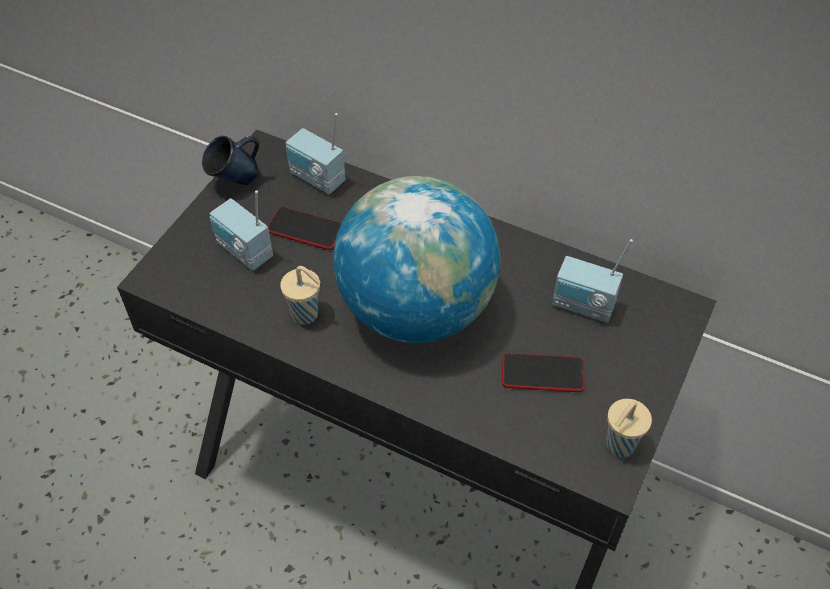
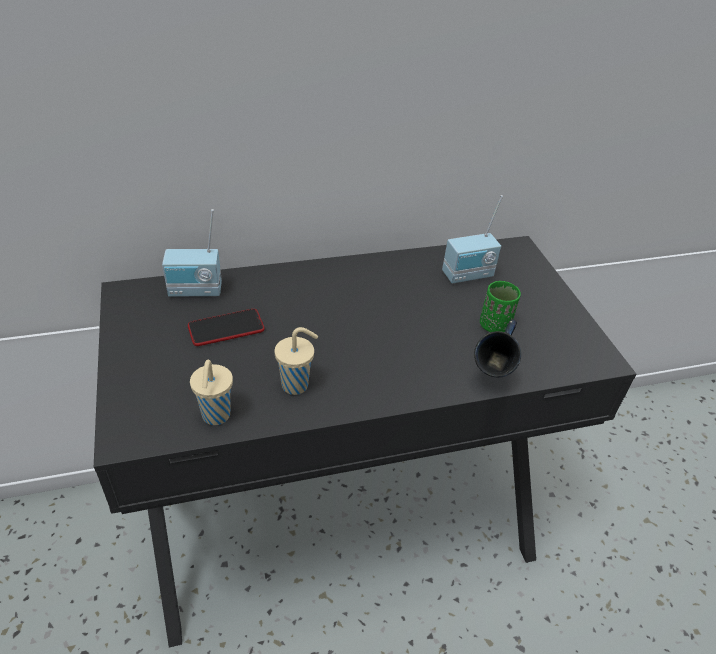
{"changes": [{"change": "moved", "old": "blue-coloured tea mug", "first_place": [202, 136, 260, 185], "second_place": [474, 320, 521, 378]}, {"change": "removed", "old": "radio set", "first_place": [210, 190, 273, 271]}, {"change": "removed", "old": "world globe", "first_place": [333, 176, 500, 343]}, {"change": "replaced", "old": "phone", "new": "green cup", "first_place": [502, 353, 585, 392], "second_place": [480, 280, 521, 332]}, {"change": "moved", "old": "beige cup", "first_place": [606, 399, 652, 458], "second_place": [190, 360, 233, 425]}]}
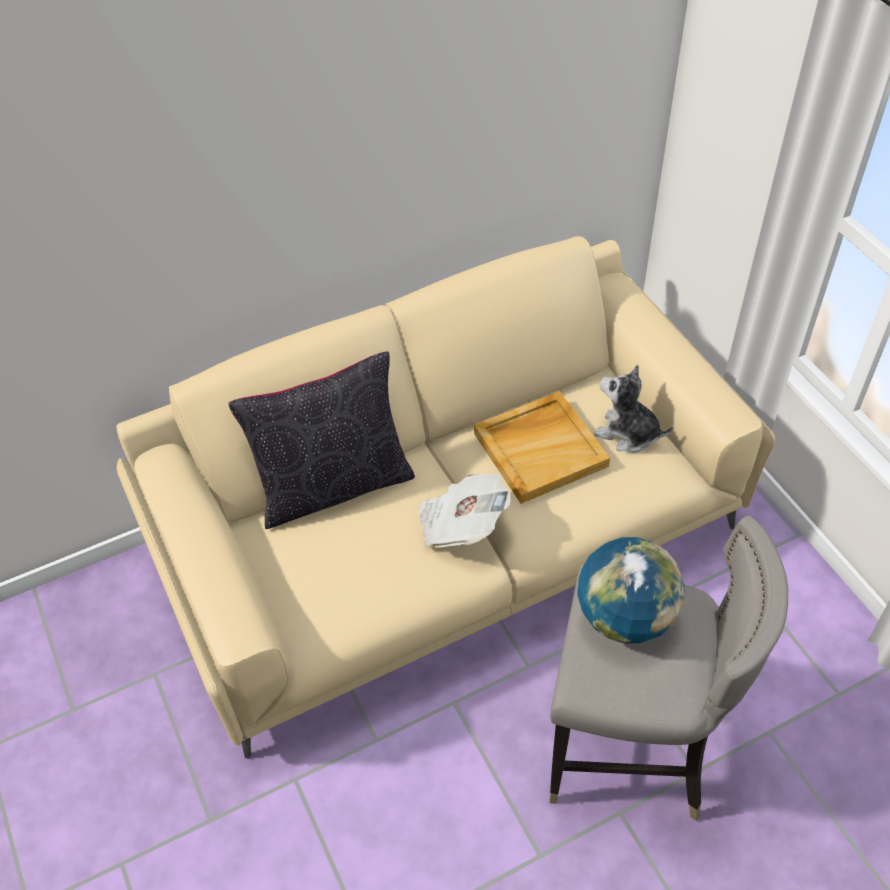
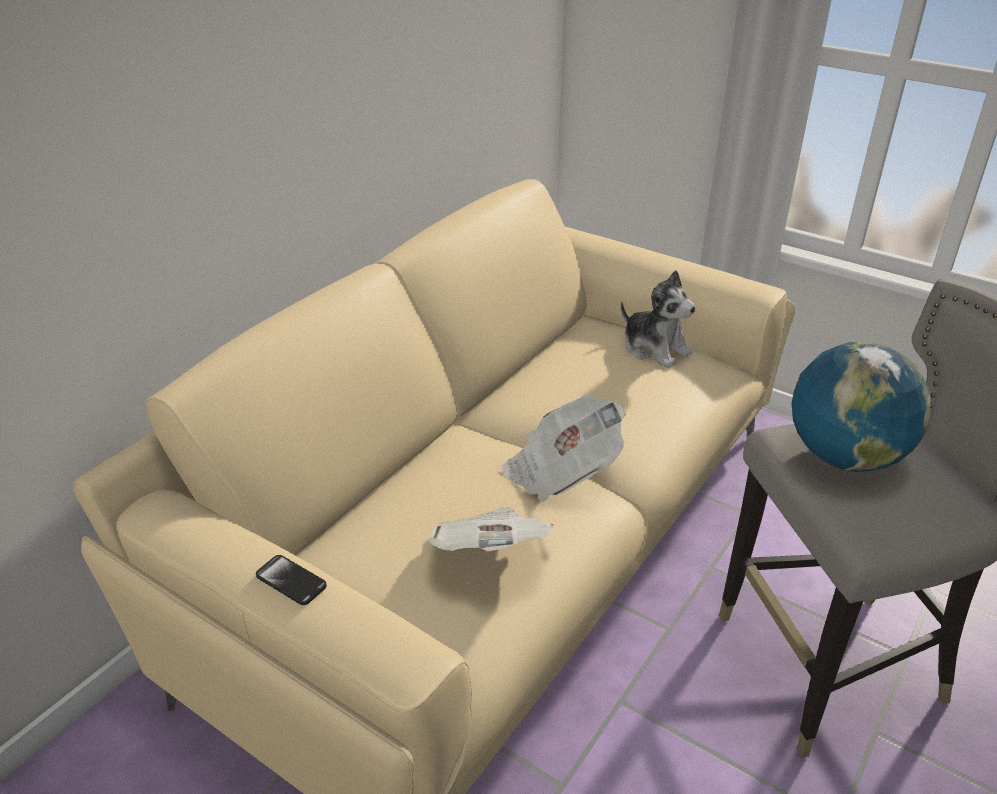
{"changes": [{"change": "removed", "old": "black pillow", "first_place": [228, 351, 415, 529]}, {"change": "removed", "old": "beige carrying tray", "first_place": [474, 391, 610, 504]}, {"change": "turned", "old": "plush toy", "first_place": [594, 365, 673, 453], "second_place": [621, 270, 696, 368], "degrees": -135}, {"change": "added", "new": "phone", "second_place": [256, 555, 327, 605]}, {"change": "added", "new": "newspaper", "second_place": [428, 507, 555, 551]}]}
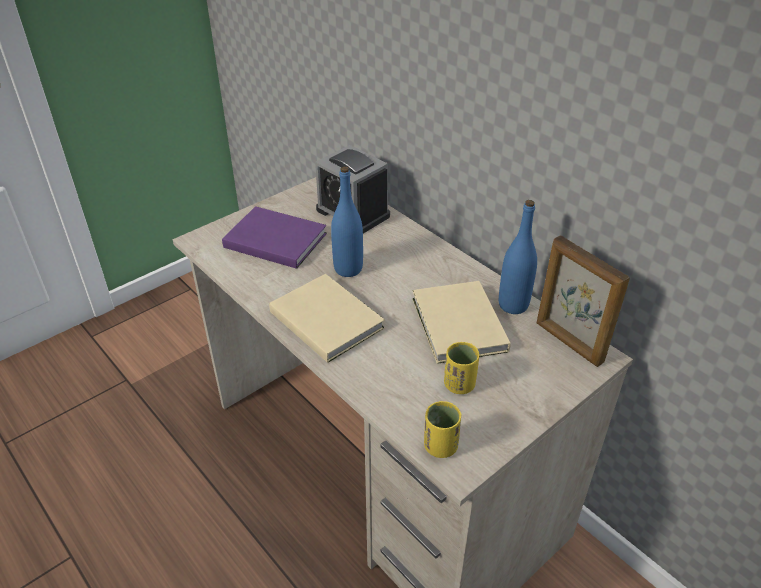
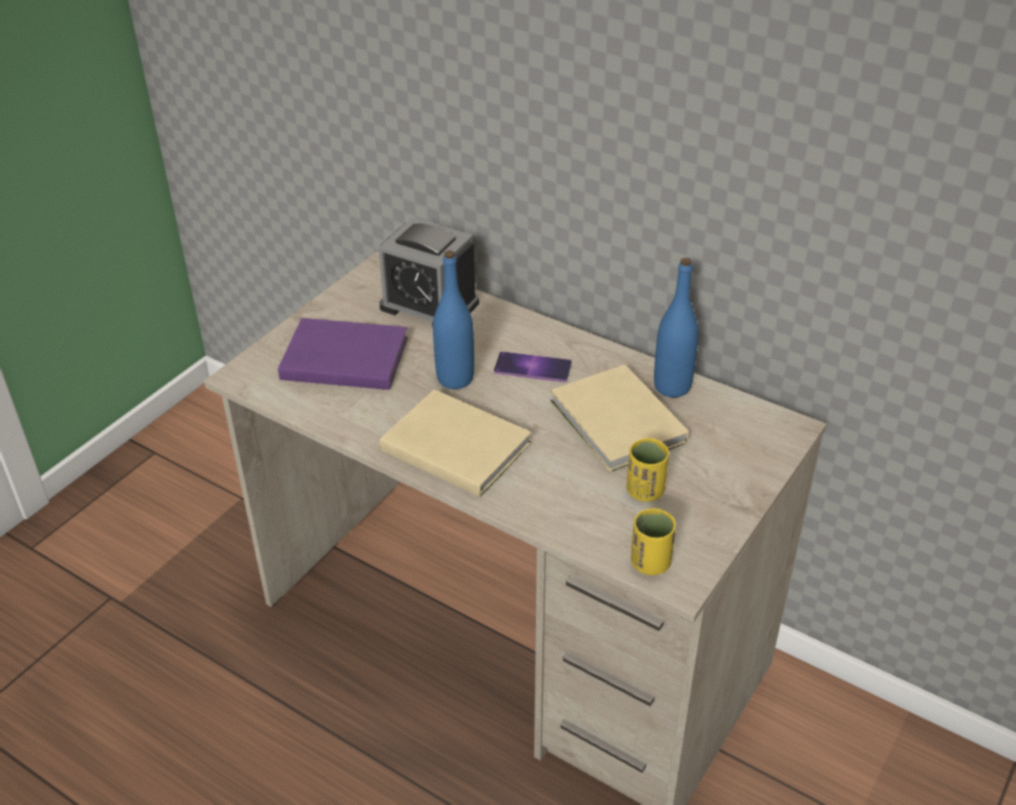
{"changes": [{"change": "removed", "old": "standing frame", "first_place": [537, 235, 630, 367]}, {"change": "added", "new": "phone", "second_place": [494, 351, 572, 382]}]}
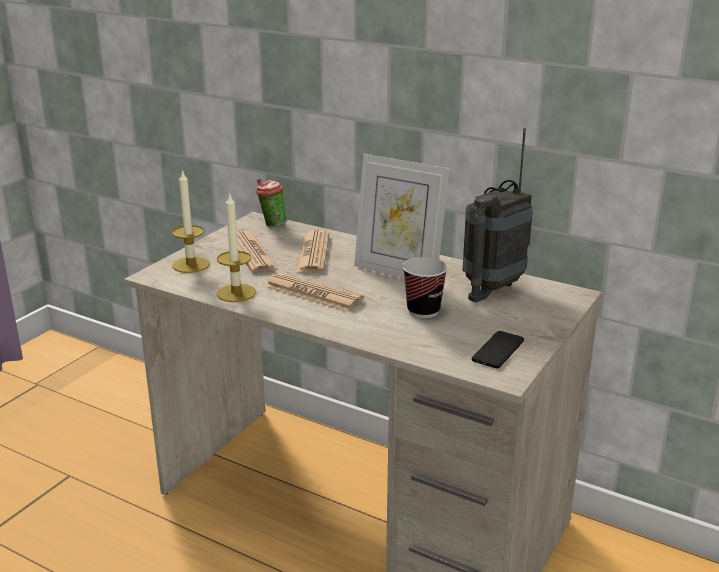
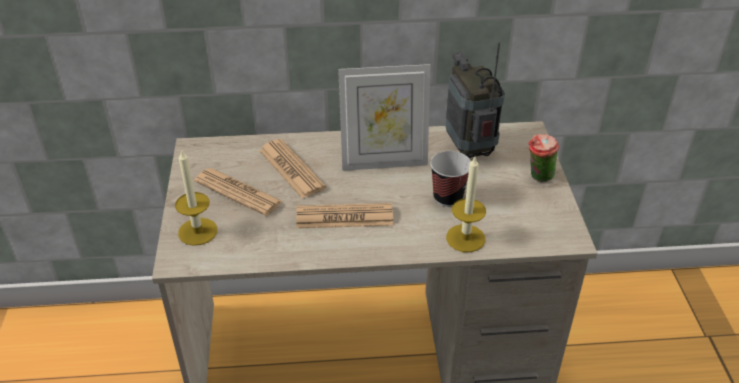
{"changes": [{"change": "moved", "old": "candle", "first_place": [217, 192, 256, 302], "second_place": [446, 157, 486, 252]}, {"change": "moved", "old": "cup", "first_place": [256, 179, 287, 227], "second_place": [528, 134, 559, 182]}, {"change": "turned", "old": "radio set", "first_place": [463, 128, 533, 302], "second_place": [446, 42, 505, 158], "degrees": 150}, {"change": "removed", "old": "phone", "first_place": [472, 331, 524, 368]}]}
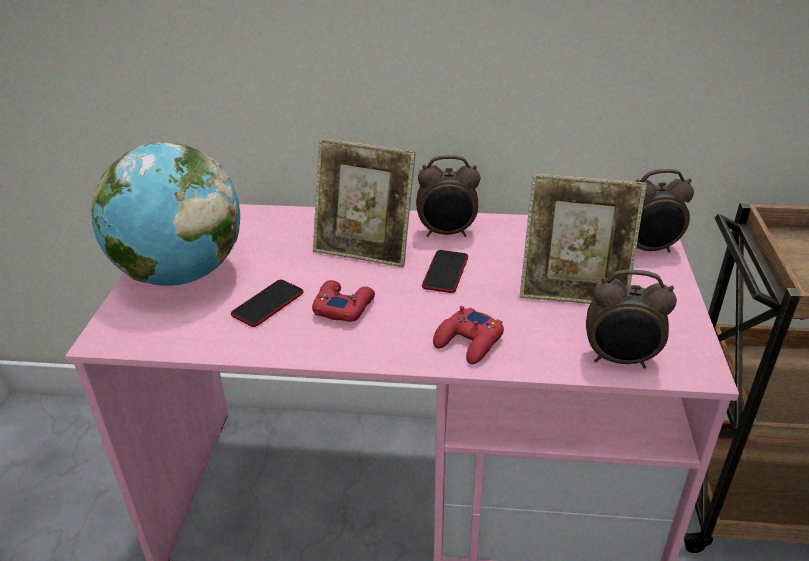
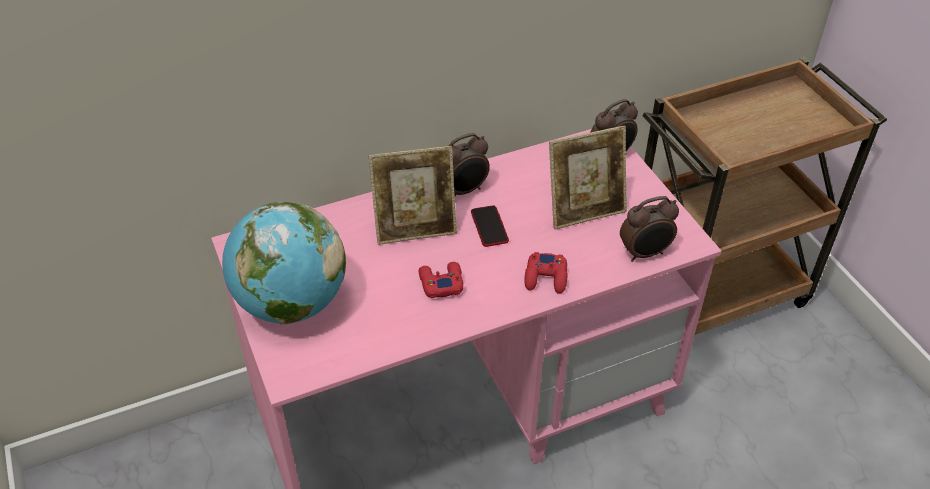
{"changes": [{"change": "removed", "old": "phone", "first_place": [231, 280, 304, 327]}]}
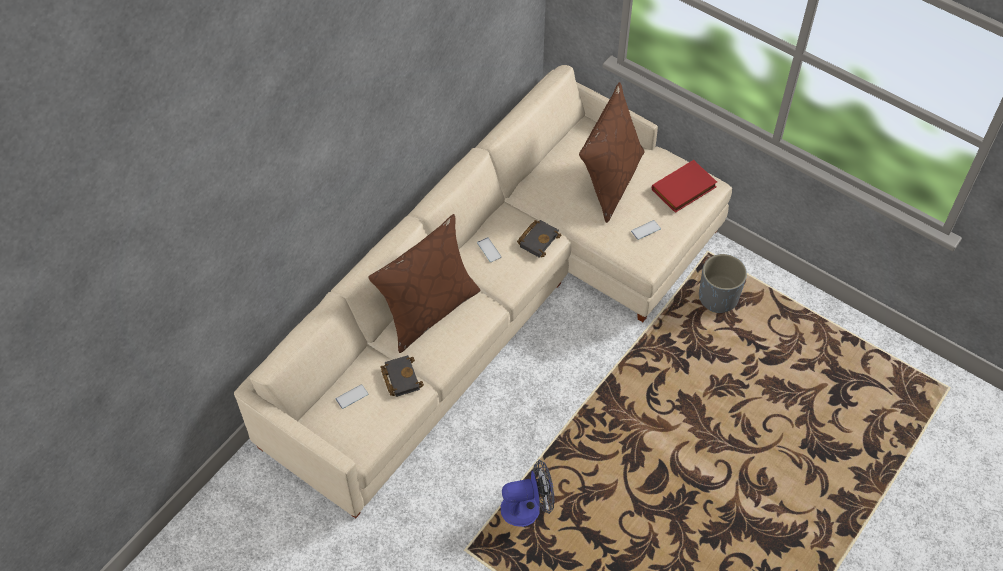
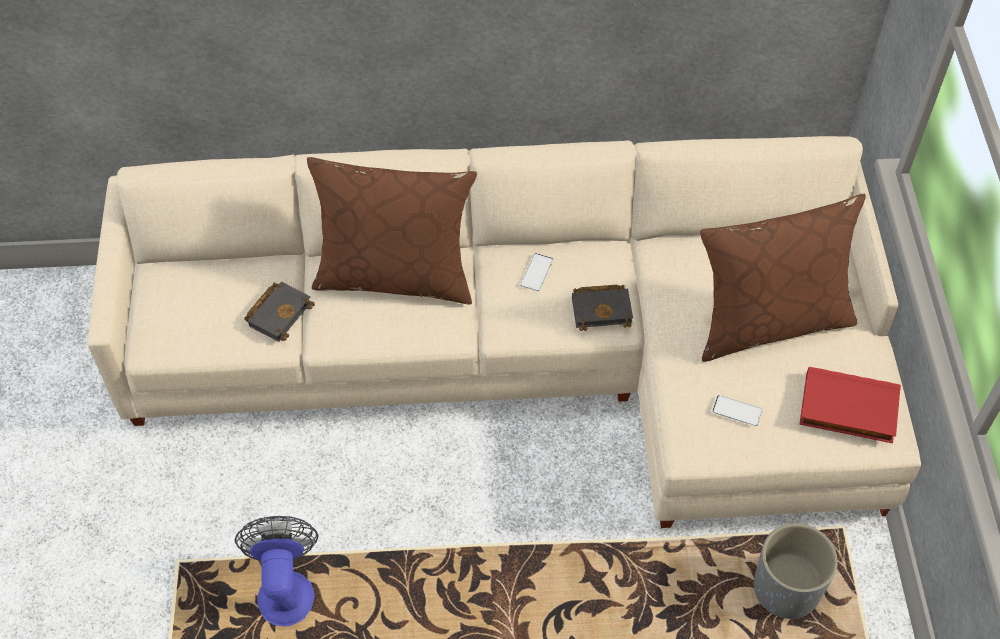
{"changes": [{"change": "removed", "old": "phone", "first_place": [336, 384, 368, 409]}, {"change": "turned", "old": "fan", "first_place": [500, 460, 555, 527], "second_place": [235, 516, 318, 626], "degrees": -135}]}
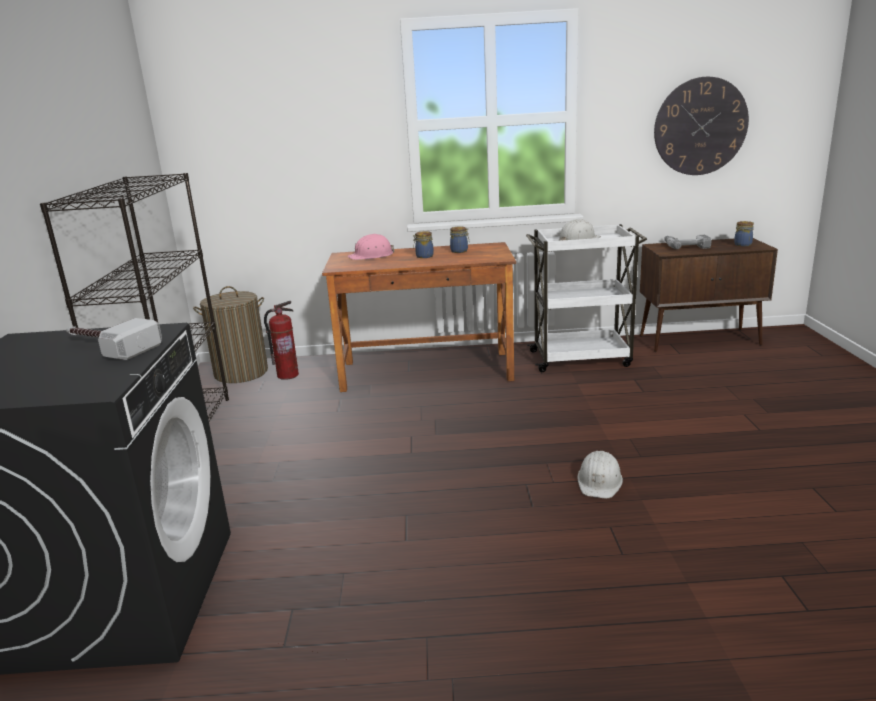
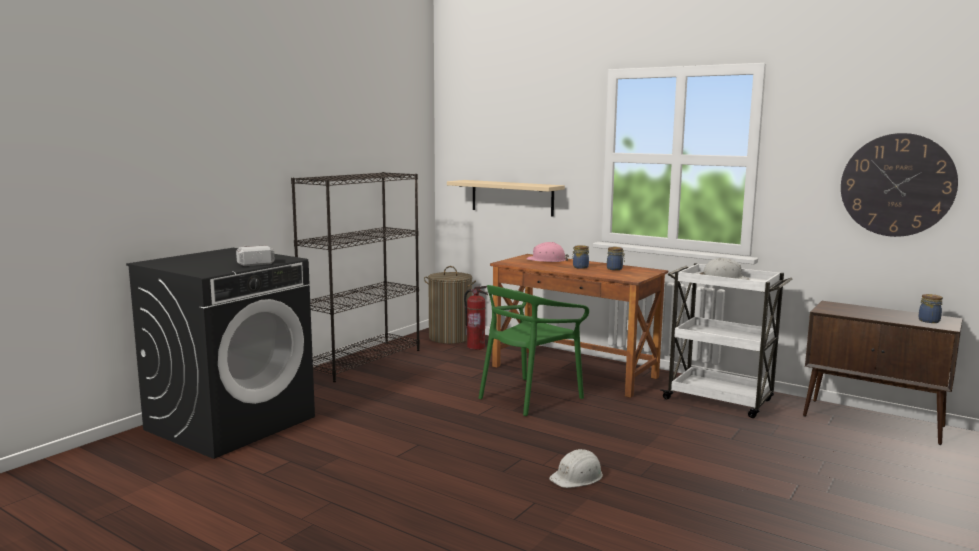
{"changes": [{"change": "removed", "old": "drill", "first_place": [664, 235, 711, 249]}, {"change": "added", "new": "beige wall shelf", "second_place": [447, 180, 565, 216]}, {"change": "added", "new": "green chair", "second_place": [479, 285, 589, 416]}]}
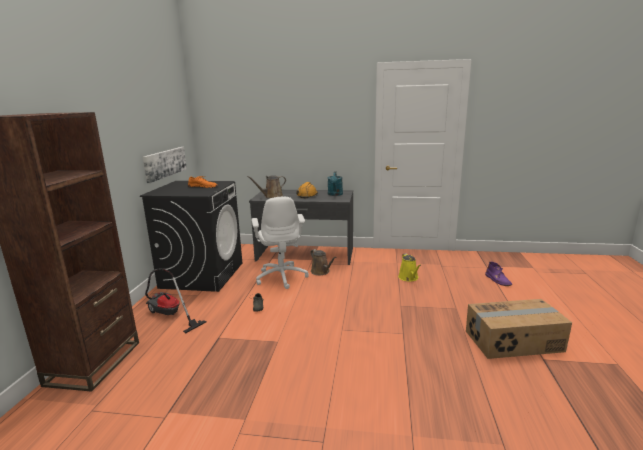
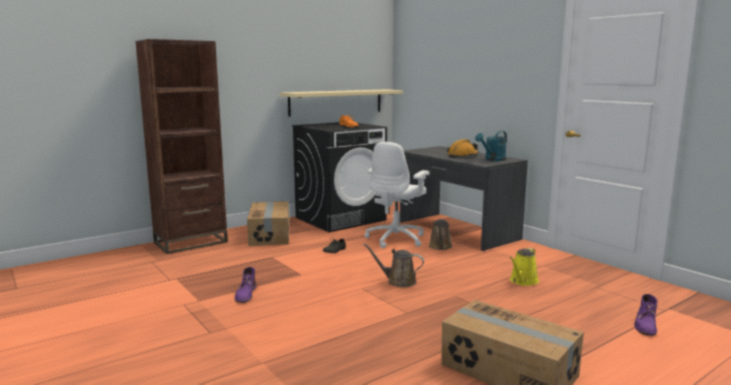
{"changes": [{"change": "replaced", "old": "wall art", "new": "beige wall shelf", "first_place": [143, 147, 187, 183], "second_place": [280, 89, 403, 117]}, {"change": "replaced", "old": "vacuum cleaner", "new": "packing box", "first_place": [145, 268, 206, 333], "second_place": [247, 201, 289, 246]}, {"change": "moved", "old": "brown watering can", "first_place": [247, 175, 286, 198], "second_place": [363, 244, 424, 287]}, {"change": "added", "new": "purple boot", "second_place": [235, 267, 257, 303]}]}
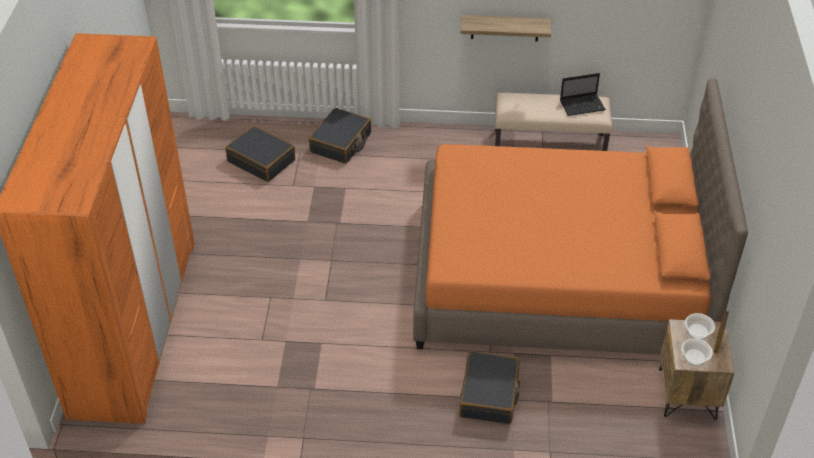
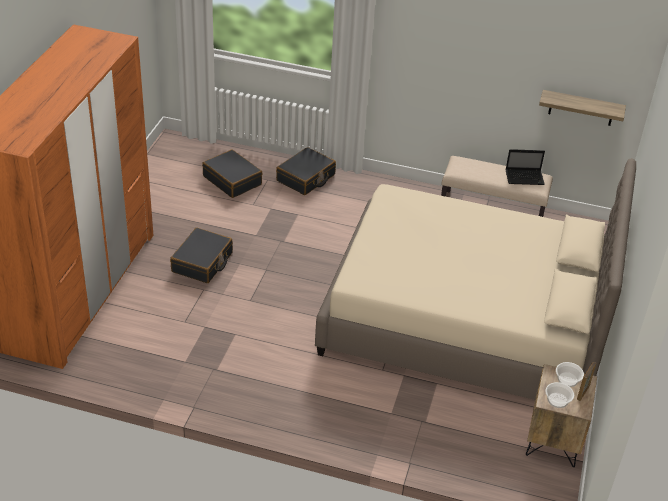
{"changes": [{"change": "recoloured", "old": "orange sleeping bed", "new": "beige sleeping bed", "first_place": [413, 77, 748, 355], "second_place": [315, 158, 636, 400]}, {"change": "moved", "old": "black travel case", "first_place": [459, 351, 520, 424], "second_place": [170, 227, 233, 283]}, {"change": "moved", "old": "wall shelf", "first_place": [460, 15, 551, 42], "second_place": [539, 90, 626, 126]}]}
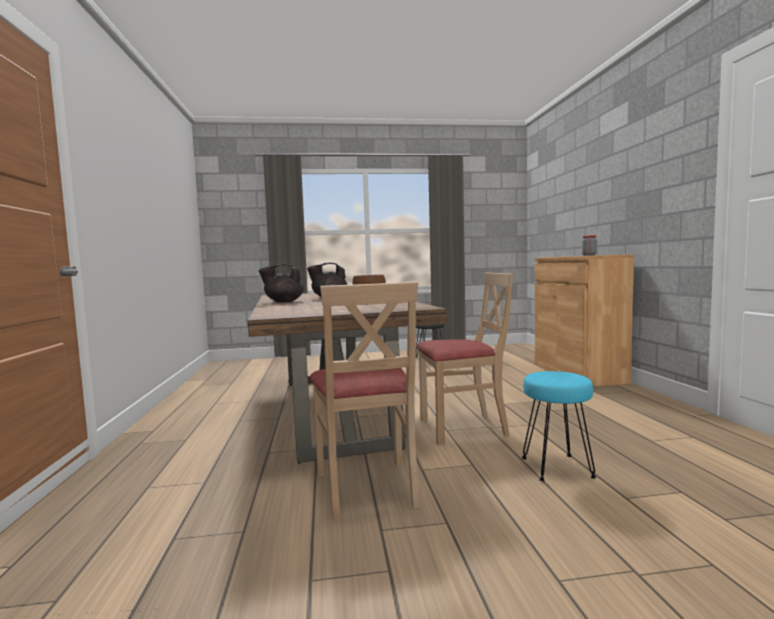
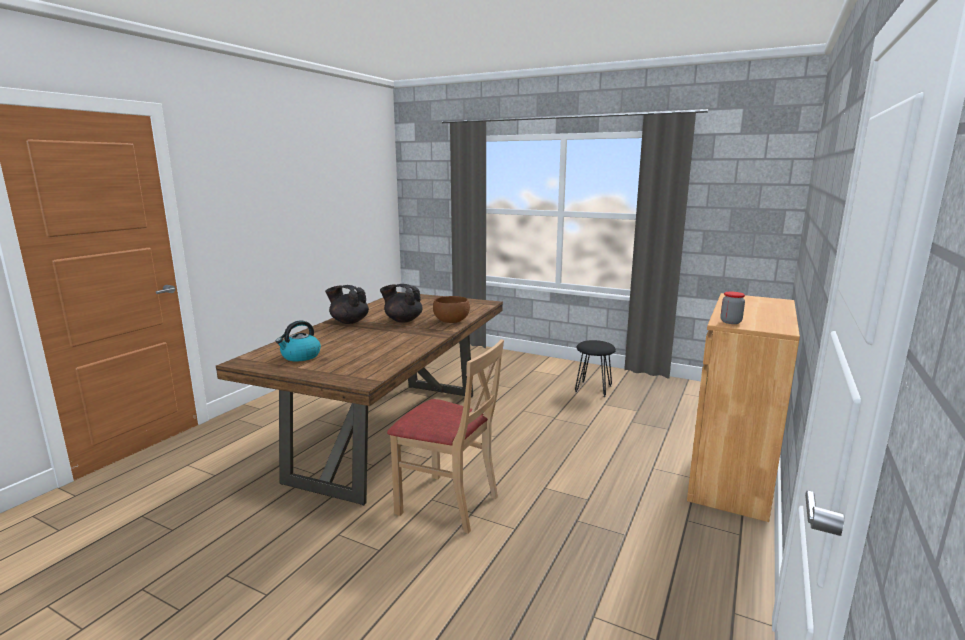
{"changes": [{"change": "removed", "old": "beige chair", "first_place": [309, 282, 420, 521]}, {"change": "removed", "old": "blue-green sitting stool", "first_place": [522, 371, 596, 481]}, {"change": "added", "new": "water kettle", "second_place": [276, 320, 321, 361]}]}
